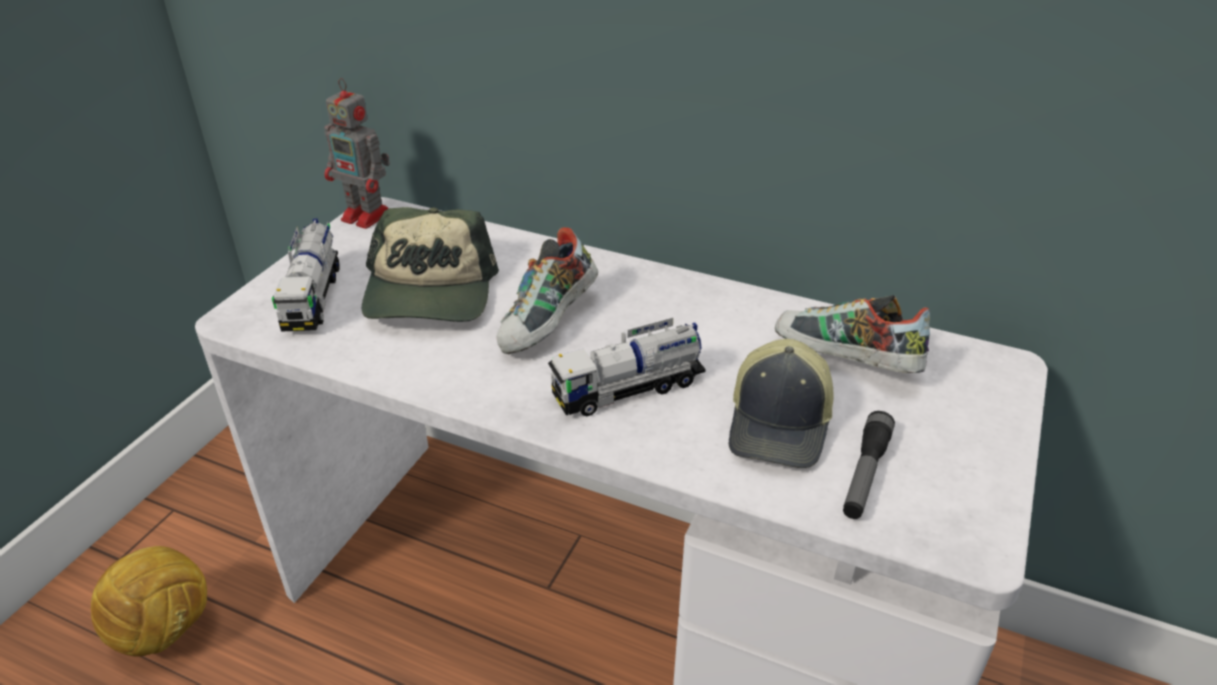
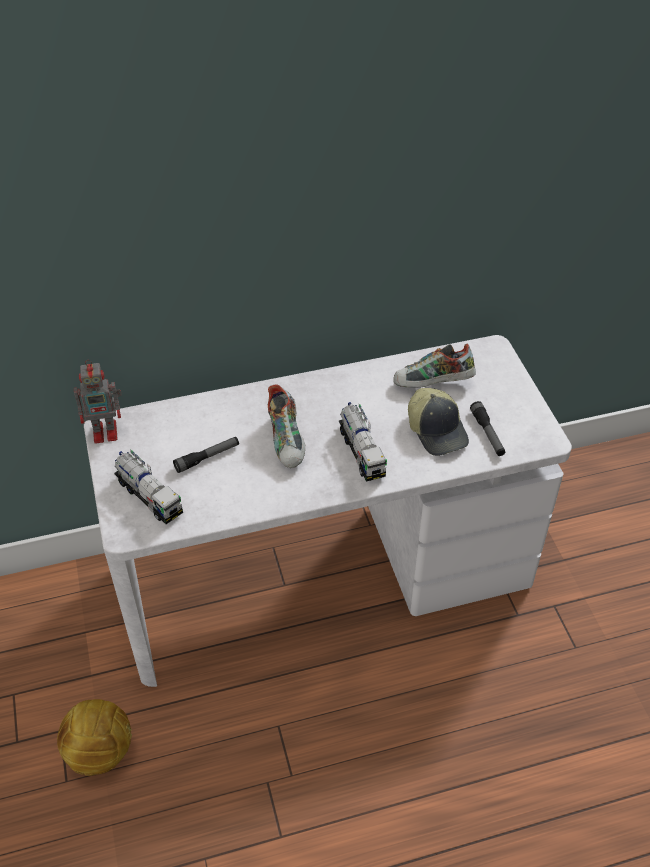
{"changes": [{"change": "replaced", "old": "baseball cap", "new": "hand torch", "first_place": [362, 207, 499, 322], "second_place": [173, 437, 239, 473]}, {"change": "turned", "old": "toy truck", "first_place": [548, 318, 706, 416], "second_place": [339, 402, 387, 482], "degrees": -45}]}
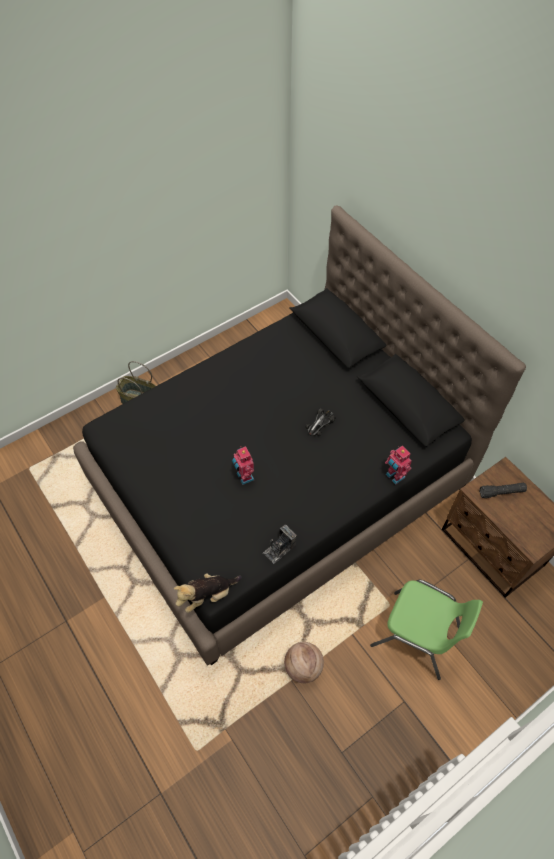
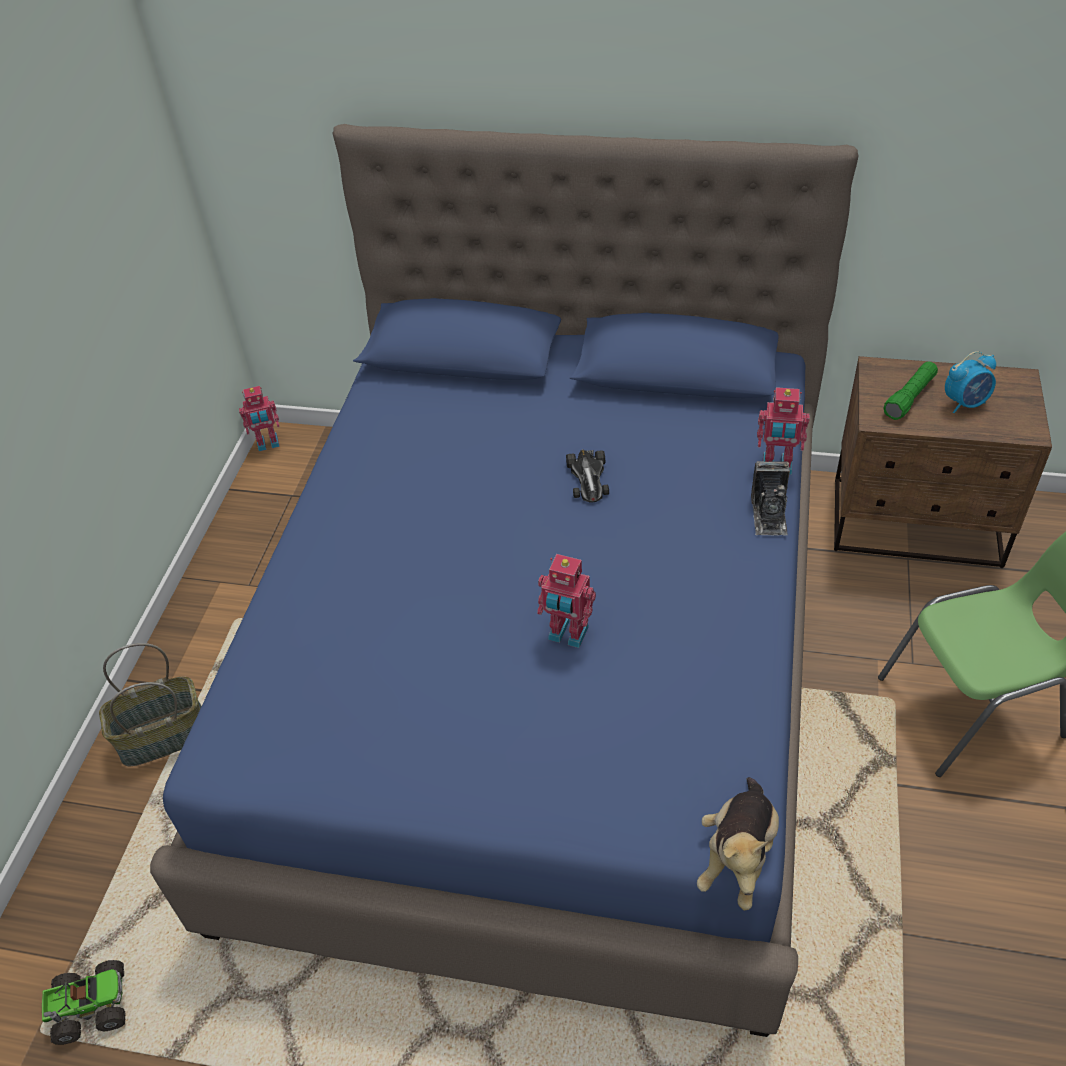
{"changes": [{"change": "recoloured", "old": "black sleeping bed", "new": "blue-coloured sleeping bed", "first_place": [73, 206, 526, 666], "second_place": [150, 124, 859, 1037]}, {"change": "moved", "old": "still camera", "first_place": [263, 524, 296, 564], "second_place": [751, 461, 790, 536]}, {"change": "removed", "old": "basketball", "first_place": [284, 642, 324, 683]}, {"change": "recoloured", "old": "black hand torch", "new": "green hand torch", "first_place": [479, 483, 527, 498], "second_place": [883, 362, 938, 420]}, {"change": "added", "new": "toy truck", "second_place": [42, 960, 126, 1045]}, {"change": "added", "new": "robot figure", "second_place": [239, 386, 280, 451]}, {"change": "added", "new": "bedside clock", "second_place": [945, 351, 996, 413]}]}
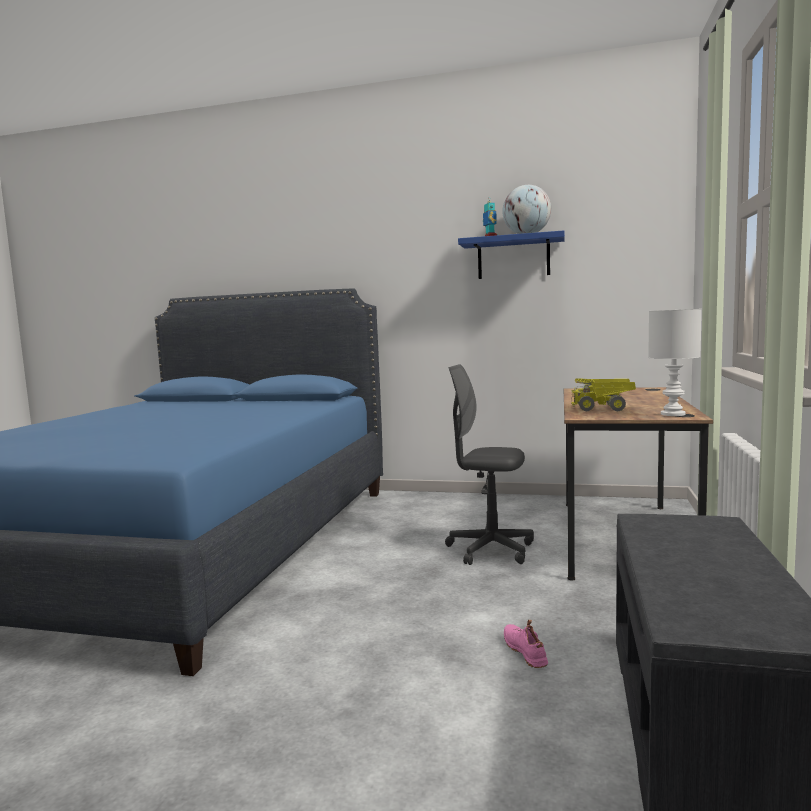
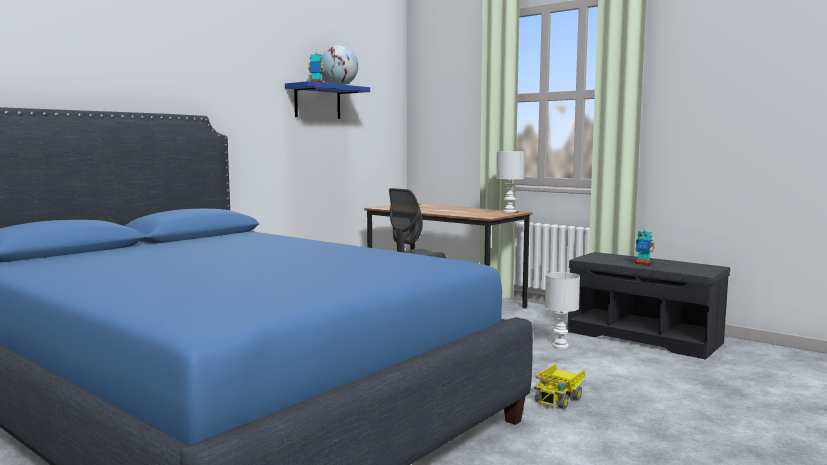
{"changes": [{"change": "replaced", "old": "pink shoe", "new": "white lamp for a table", "first_place": [504, 620, 548, 668], "second_place": [545, 272, 580, 349]}, {"change": "moved", "old": "toy truck", "first_place": [571, 378, 636, 411], "second_place": [534, 363, 585, 409]}, {"change": "added", "new": "robot figure", "second_place": [634, 225, 655, 265]}]}
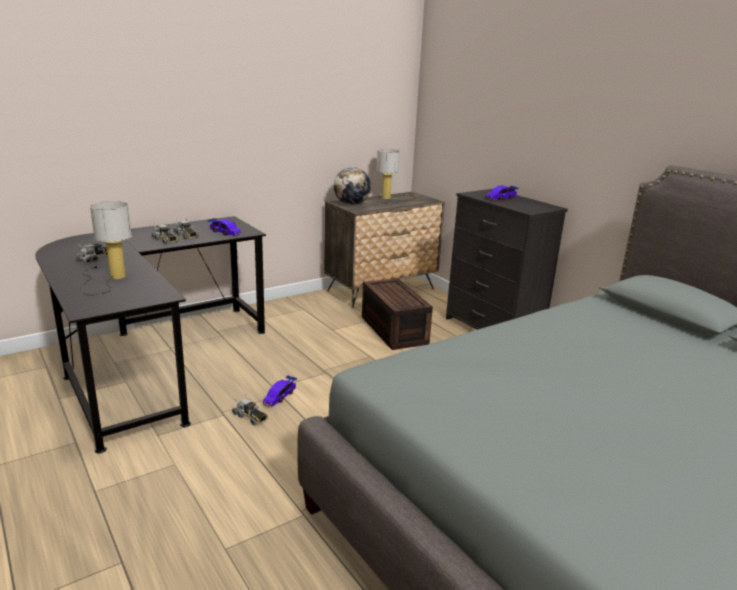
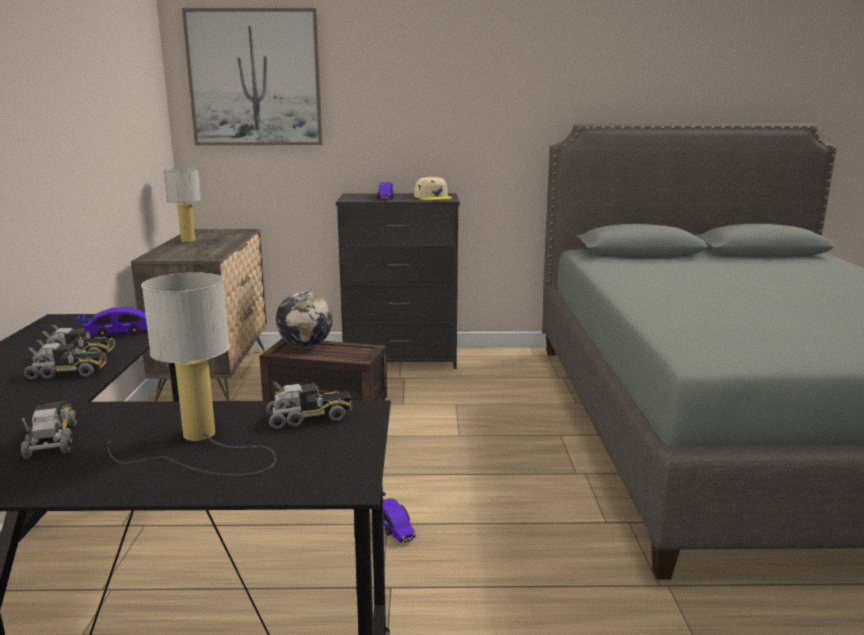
{"changes": [{"change": "moved", "old": "toy truck", "first_place": [232, 395, 268, 425], "second_place": [266, 381, 352, 429]}, {"change": "moved", "old": "world globe", "first_place": [334, 167, 371, 205], "second_place": [276, 292, 333, 348]}, {"change": "added", "new": "wall art", "second_place": [182, 8, 323, 145]}, {"change": "added", "new": "beige baseball cap", "second_place": [414, 177, 452, 200]}]}
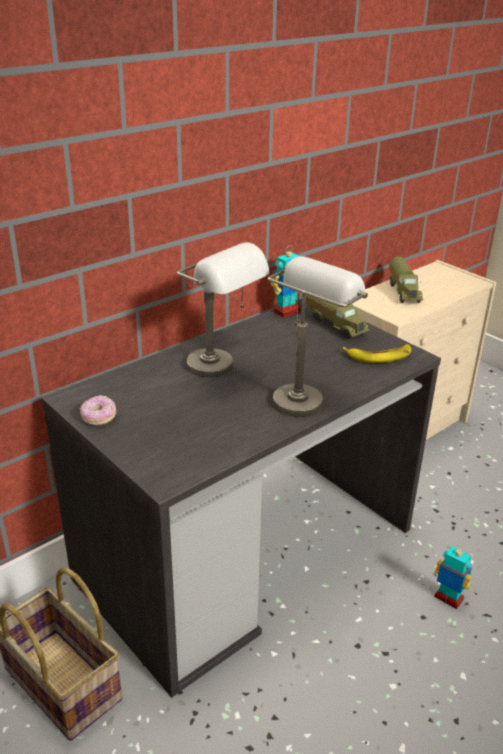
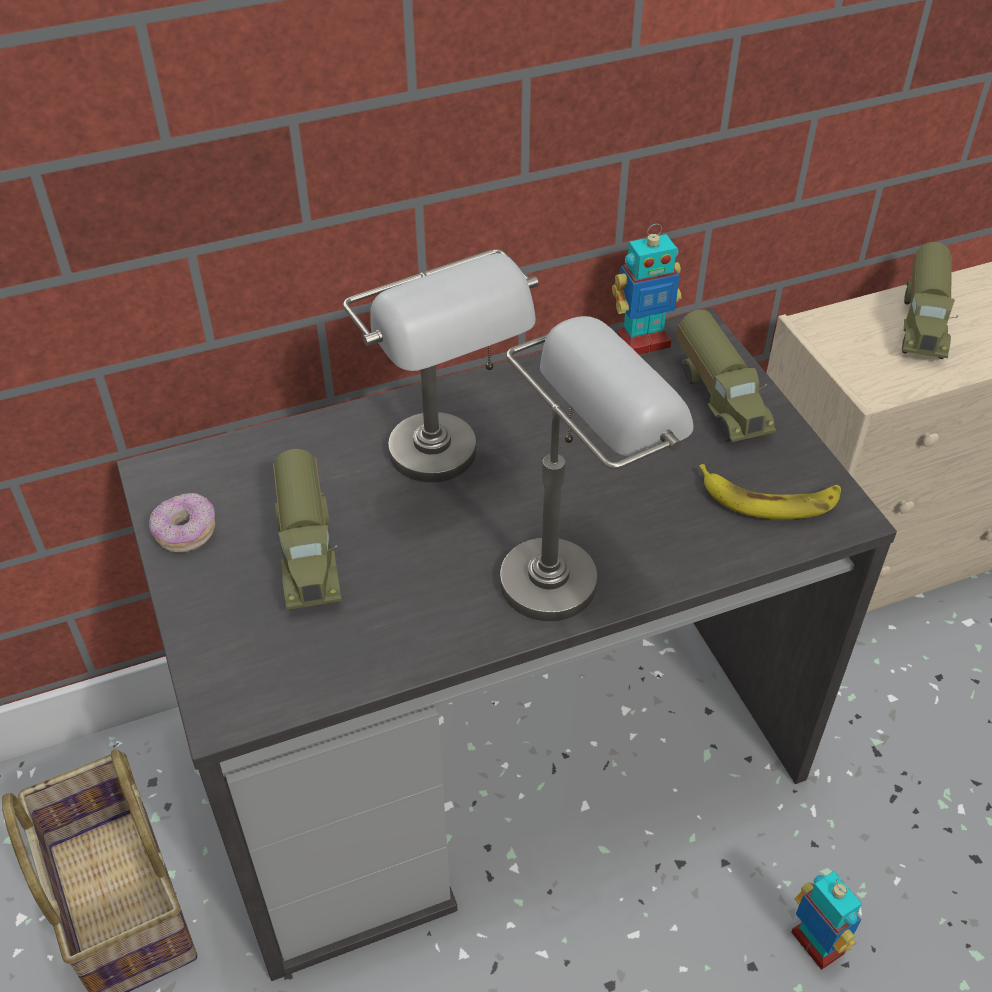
{"changes": [{"change": "added", "new": "toy truck", "second_place": [273, 449, 342, 610]}]}
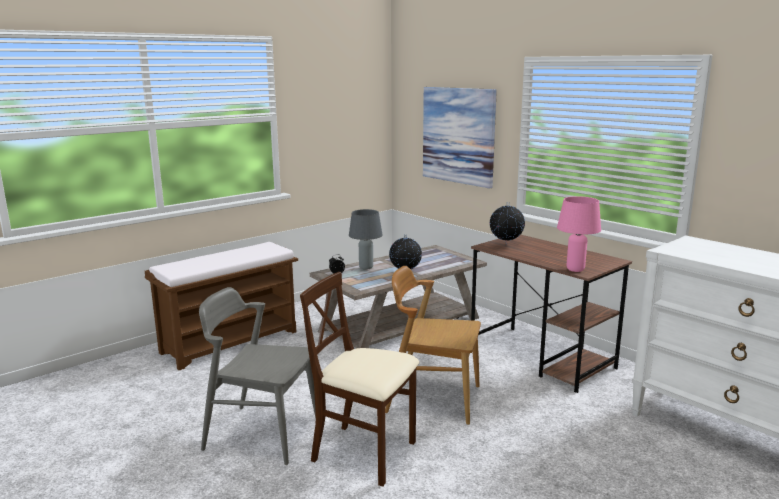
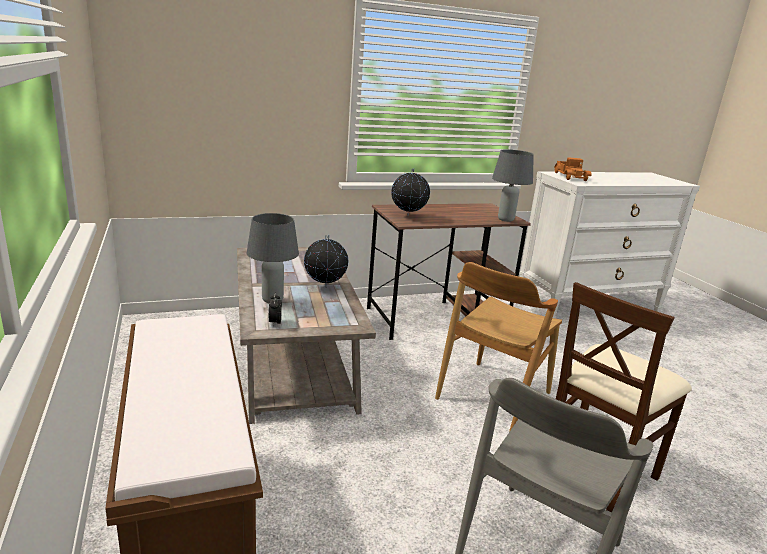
{"changes": [{"change": "removed", "old": "wall art", "first_place": [423, 87, 497, 189]}, {"change": "recoloured", "old": "pink lamp for a table", "new": "grey lamp for a table", "first_place": [557, 196, 601, 272], "second_place": [492, 149, 534, 222]}, {"change": "added", "new": "toy truck", "second_place": [554, 157, 591, 181]}]}
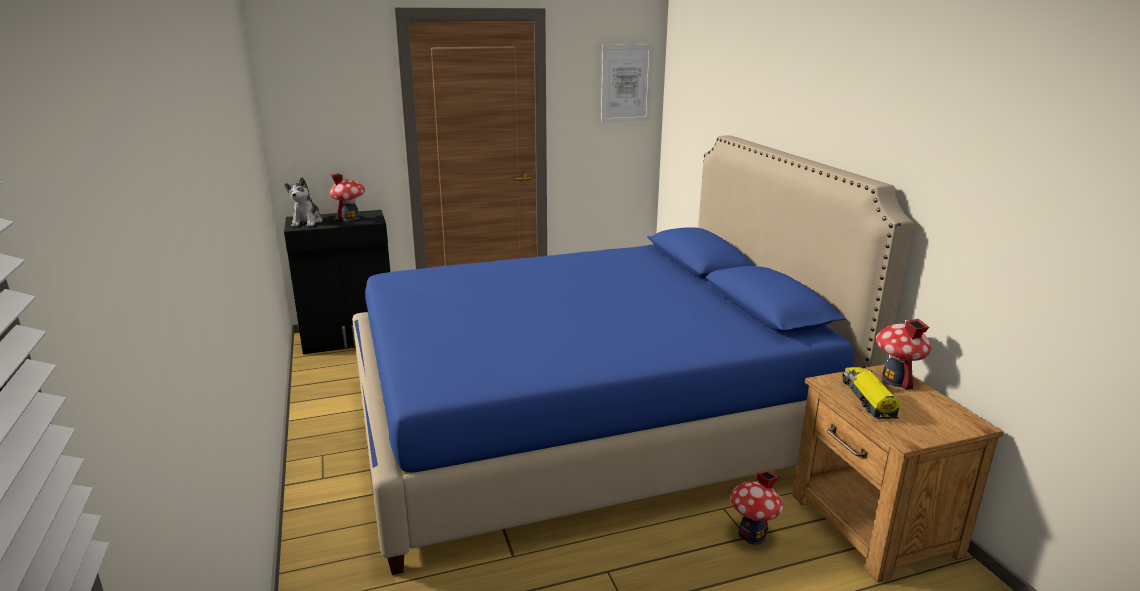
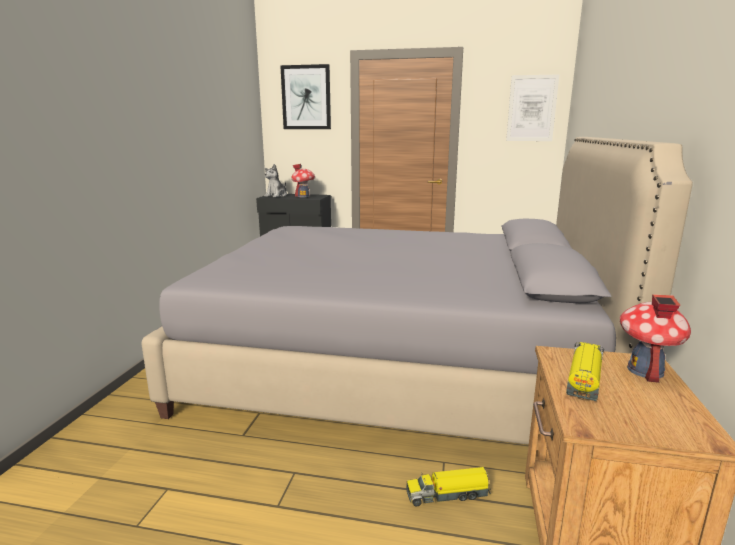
{"changes": [{"change": "recoloured", "old": "blue-coloured sleeping bed", "new": "grey sleeping bed", "first_place": [352, 135, 913, 575], "second_place": [141, 137, 693, 445]}, {"change": "replaced", "old": "model house", "new": "toy truck", "first_place": [730, 469, 784, 545], "second_place": [406, 467, 491, 506]}, {"change": "added", "new": "wall art", "second_place": [280, 64, 331, 129]}]}
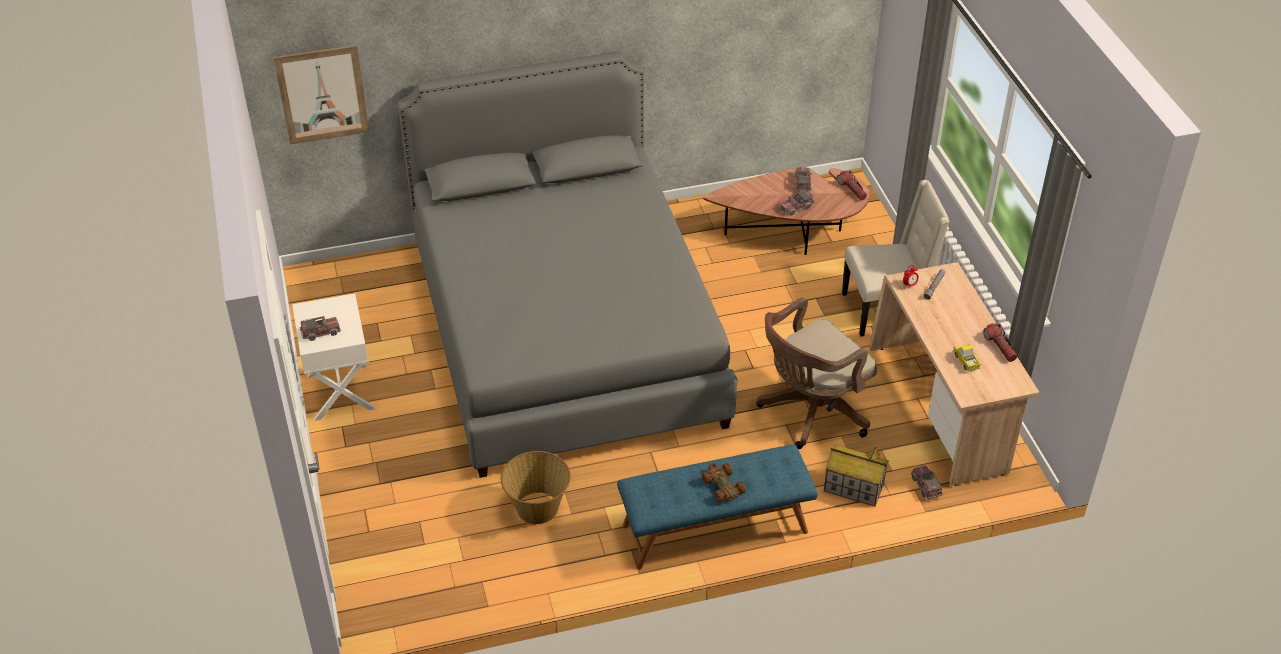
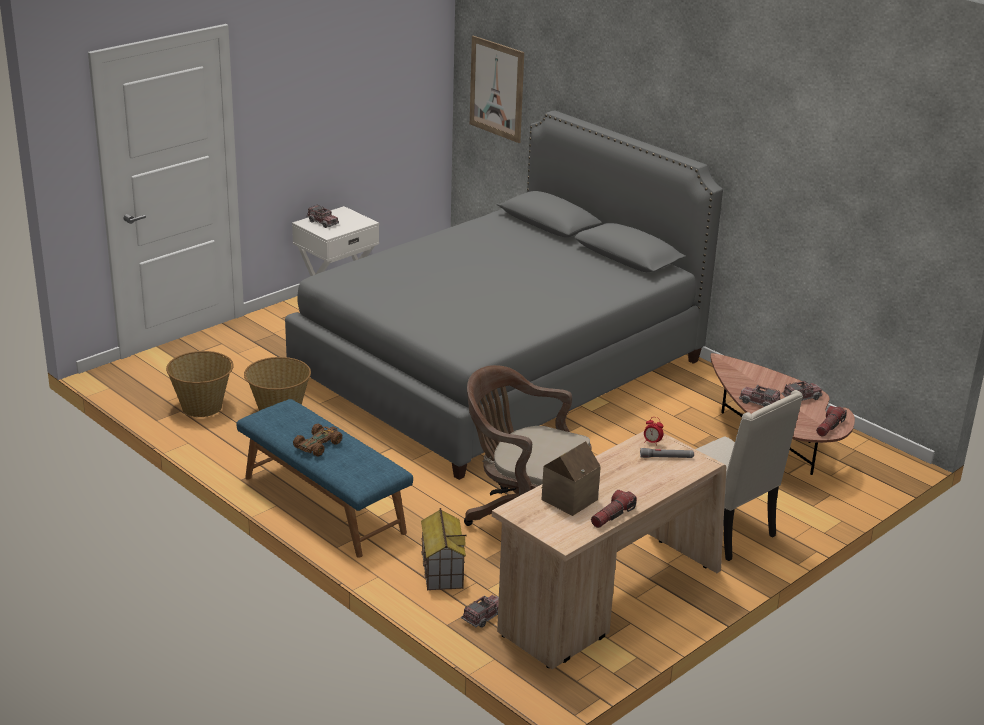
{"changes": [{"change": "replaced", "old": "toy truck", "new": "model house", "first_place": [953, 344, 981, 372], "second_place": [542, 441, 601, 516]}, {"change": "added", "new": "basket", "second_place": [166, 351, 234, 417]}]}
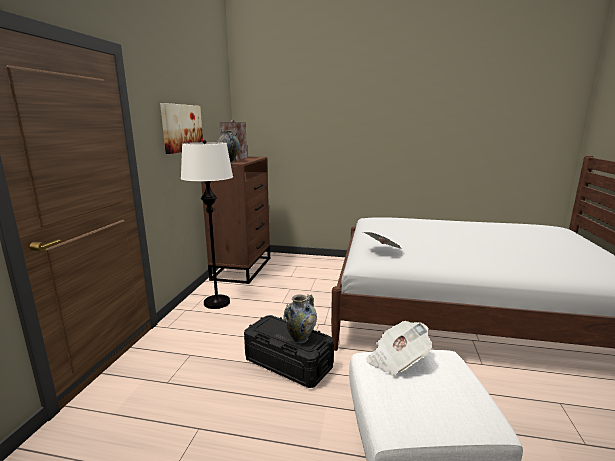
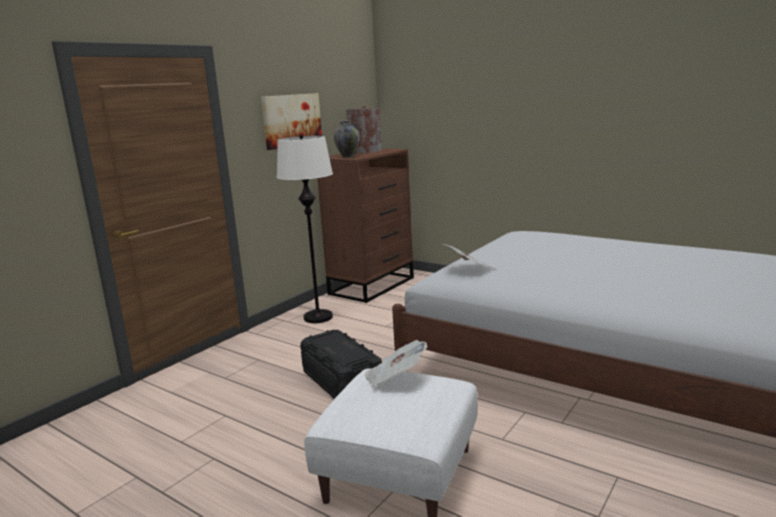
{"changes": [{"change": "removed", "old": "vase", "first_place": [283, 294, 317, 344]}]}
